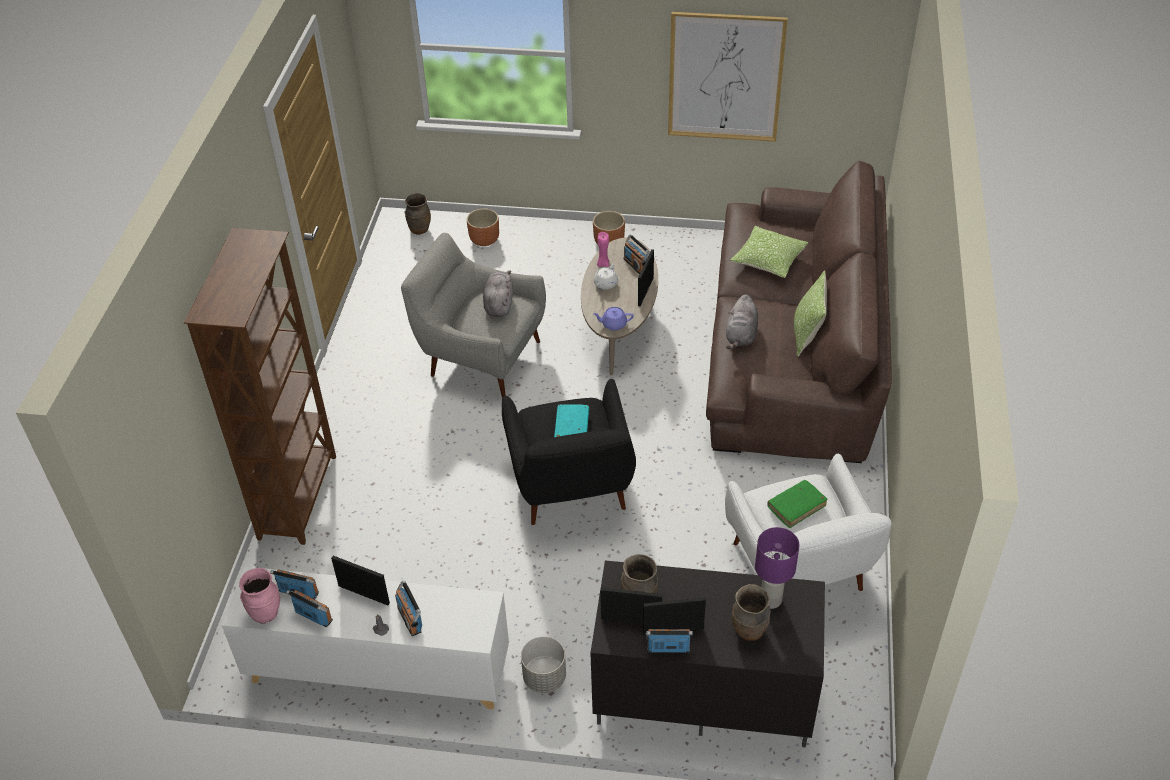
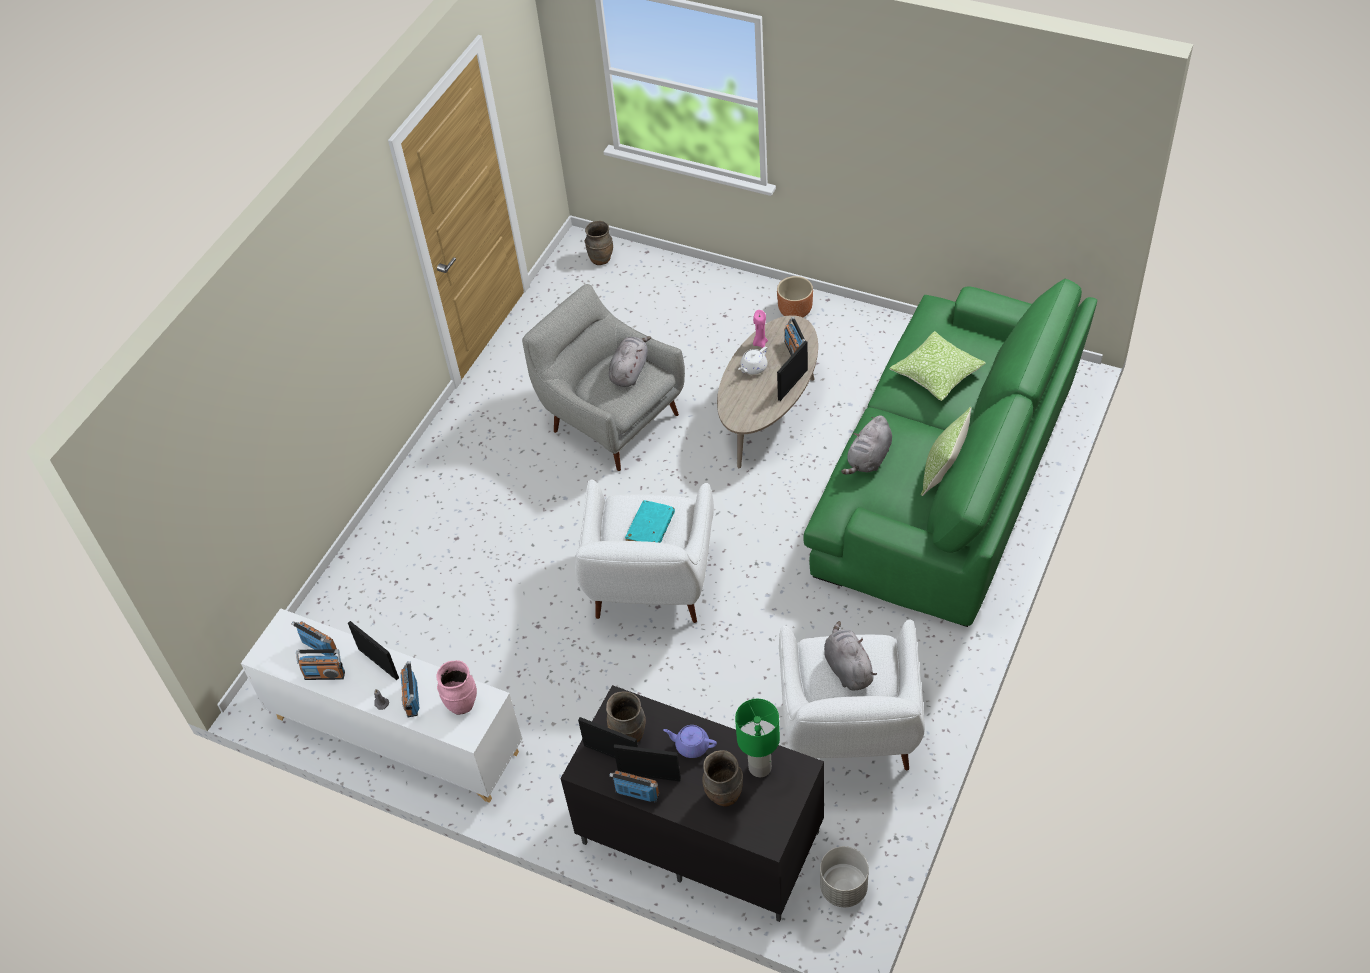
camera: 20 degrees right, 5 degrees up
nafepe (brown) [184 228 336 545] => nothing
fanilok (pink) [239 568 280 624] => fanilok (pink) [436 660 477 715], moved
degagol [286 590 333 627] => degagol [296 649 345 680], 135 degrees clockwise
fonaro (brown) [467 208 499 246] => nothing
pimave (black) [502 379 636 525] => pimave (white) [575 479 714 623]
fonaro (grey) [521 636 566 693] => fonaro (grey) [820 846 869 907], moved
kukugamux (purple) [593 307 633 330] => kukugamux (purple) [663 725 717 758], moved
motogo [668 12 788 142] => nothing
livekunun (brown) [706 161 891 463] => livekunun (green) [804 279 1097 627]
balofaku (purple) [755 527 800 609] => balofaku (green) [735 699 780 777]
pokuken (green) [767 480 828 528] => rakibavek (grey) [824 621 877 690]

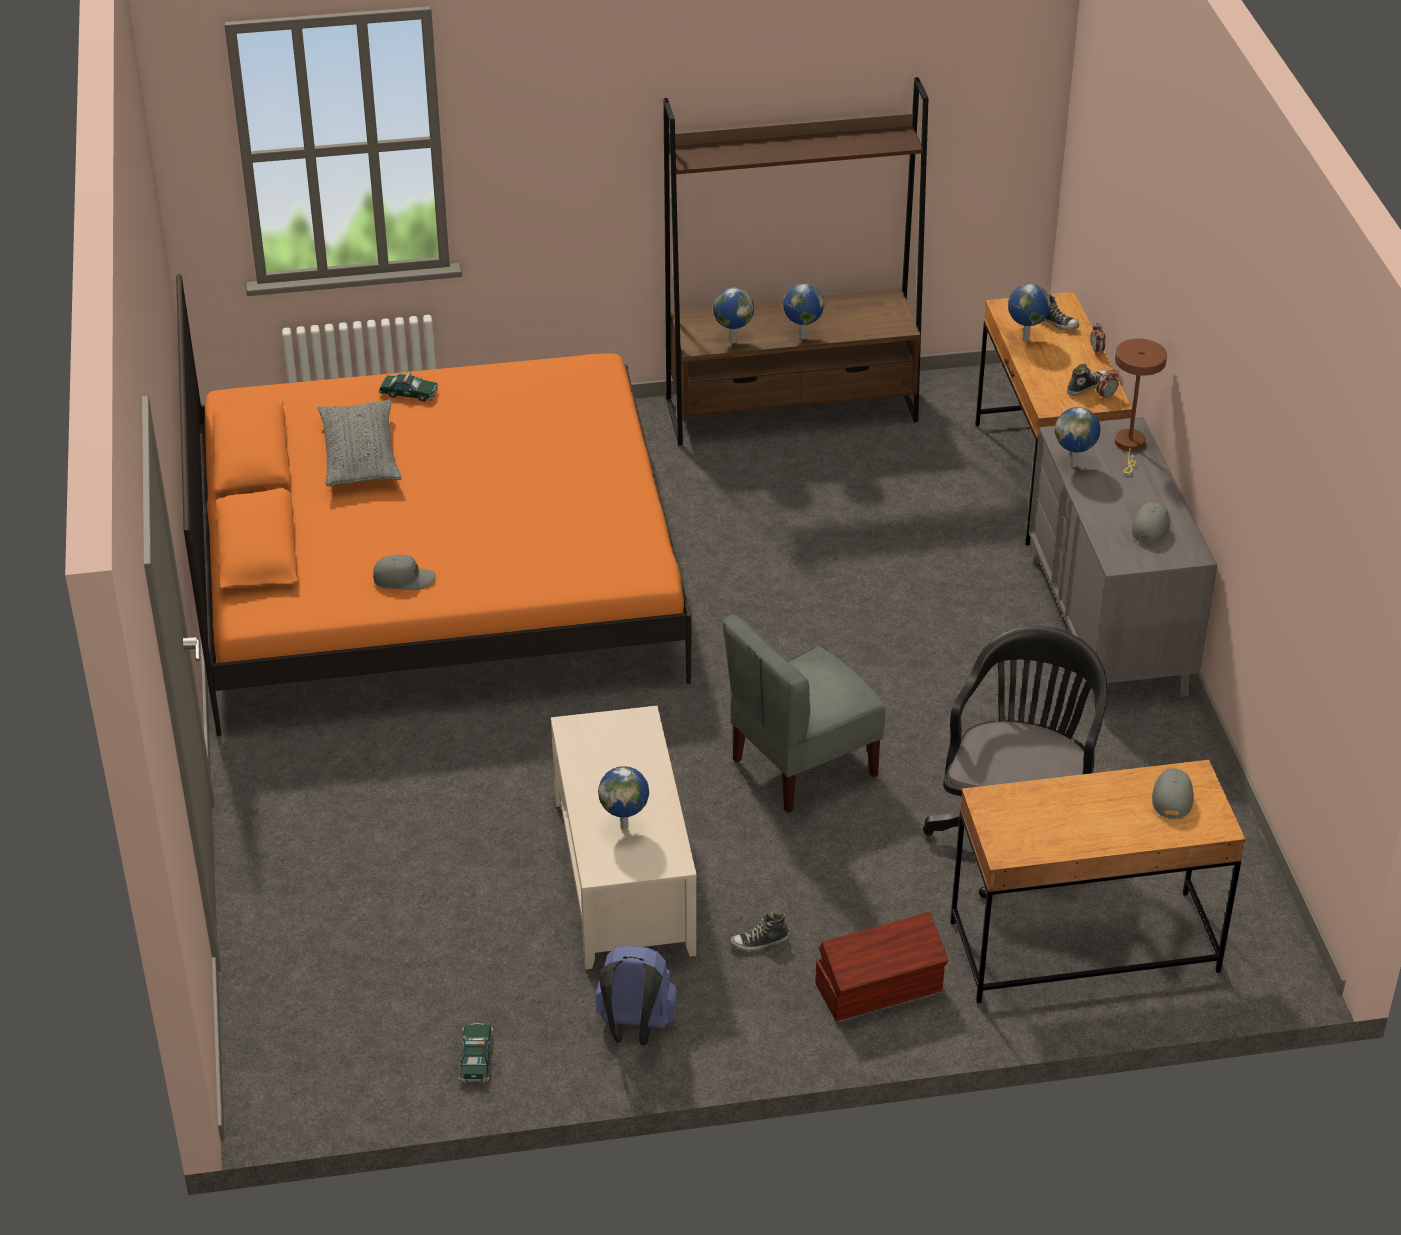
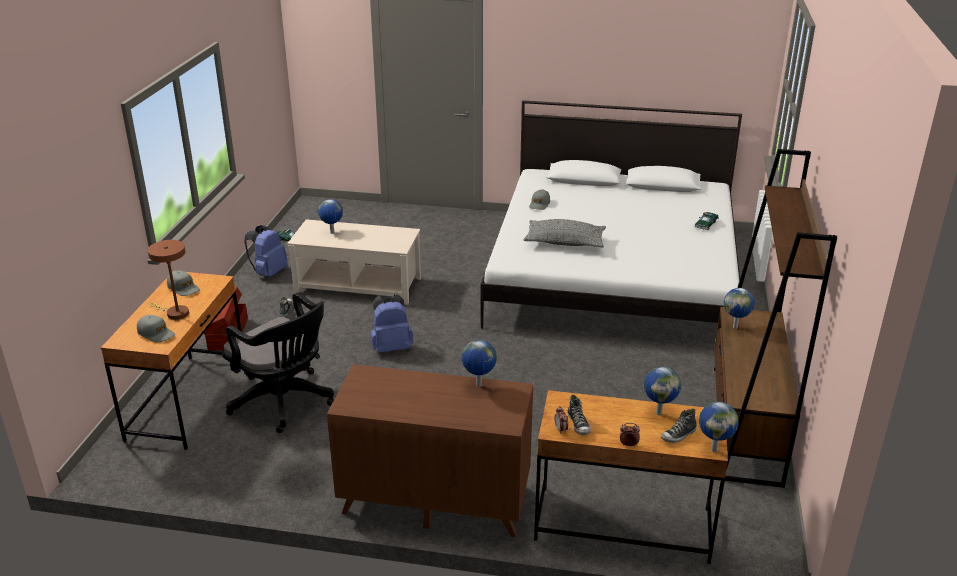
camera: 110 degrees right, 10 degrees down
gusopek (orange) [176 274 691 736] => gusopek (white) [480 100 742 329]
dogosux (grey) [318 399 402 486] => dogosux (grey) [523 219 606 247], moved
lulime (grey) [722 615 885 813] => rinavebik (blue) [371 294 413 353]
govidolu [783 283 824 339] => govidolu [699 402 738 452], moved
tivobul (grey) [1029 417 1217 707] => tivobul (brown) [327 364 533 537]
balofaku (brown) [1115 339 1167 474] => balofaku (brown) [147 240 189 320], moved
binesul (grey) [1132 502 1171 544] => binesul (grey) [167 270 200 296], moved

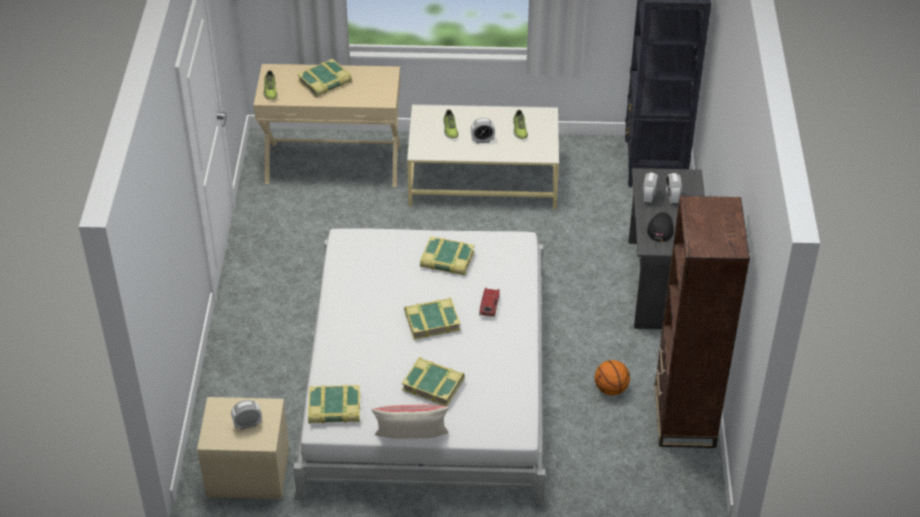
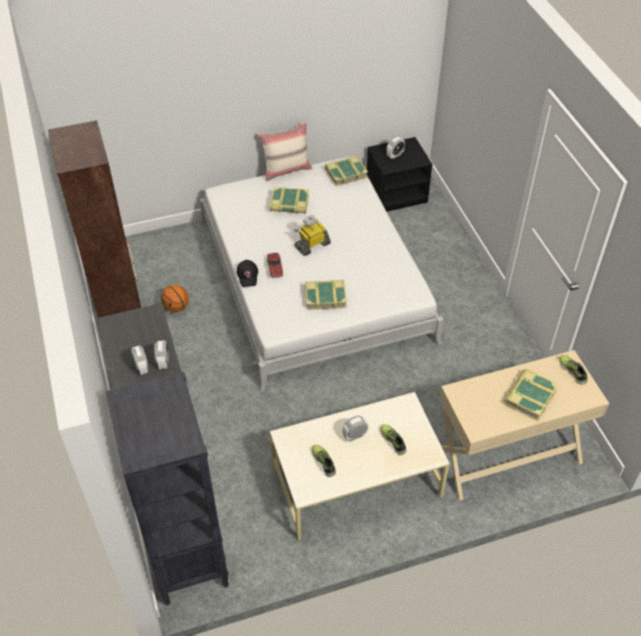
camera: 160 degrees right, 5 degrees up
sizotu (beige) [197 397 289 499] => sizotu (black) [367 137 432 212]
pokuken [404 298 461 340] => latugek [294 215 331 256]
binesul (black) [647 212 674 242] => binesul (black) [237 260 258 287], moved

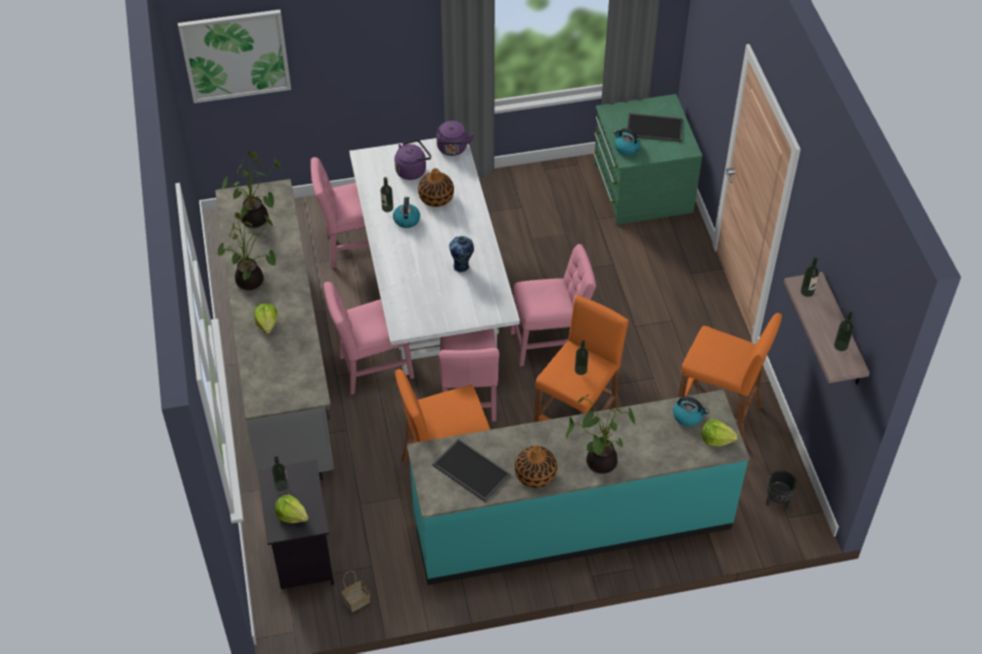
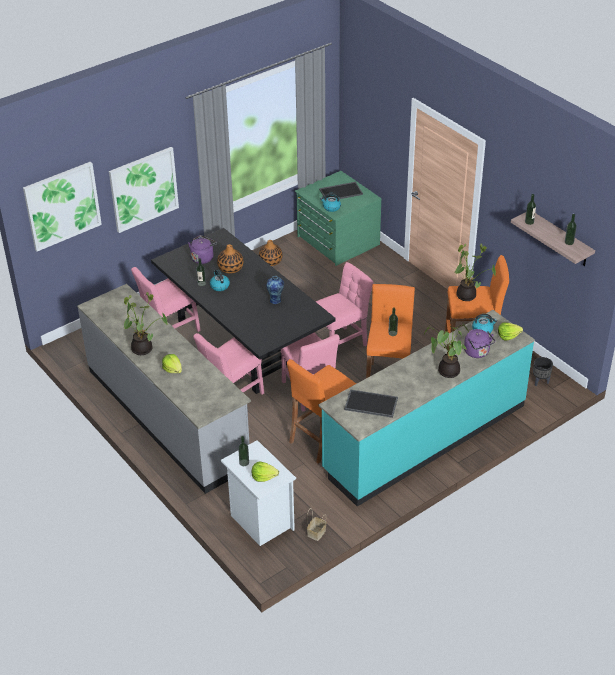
camera: 25 degrees left, 10 degrees down
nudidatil [222 151 282 228] => nudidatil [454 244 496 301], moved
sizotu (black) [257 460 334 589] => sizotu (white) [221 440 296 546]
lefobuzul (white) [349 138 520 375] => lefobuzul (black) [151 228 336 394]
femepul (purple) [436 121 474 156] => femepul (purple) [464 329 495 358], moved
fanilok [515 446 557 488] => fanilok [259 240 283 266], moved
nothing => motogo [109 147 179 233]

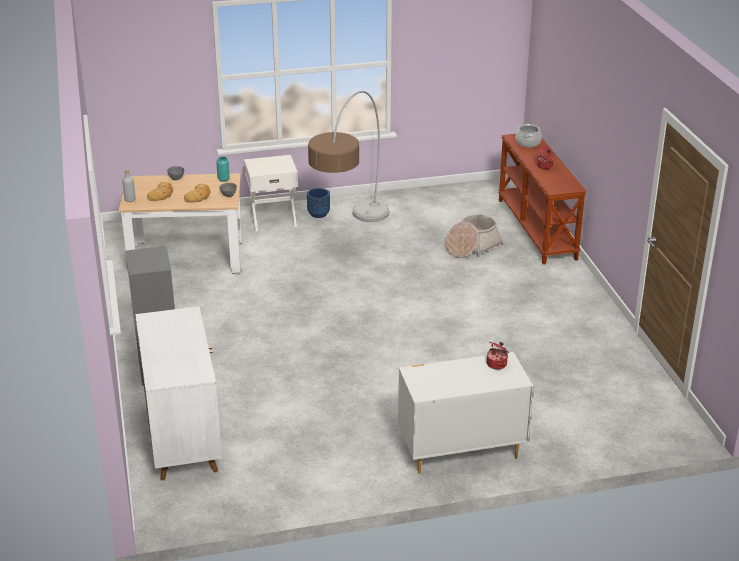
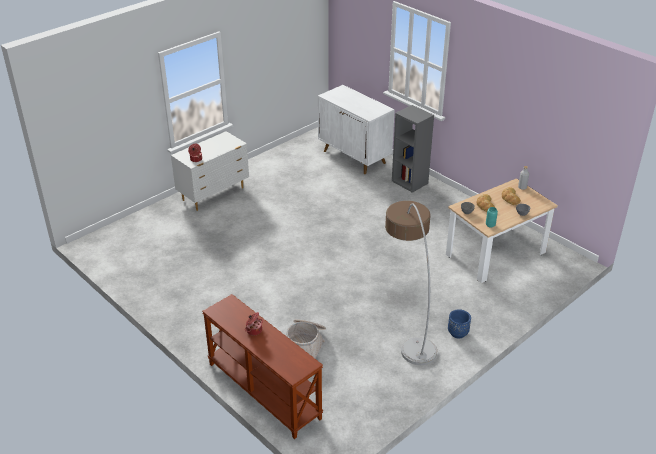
camera: 150 degrees right, 5 degrees up
sizotu (white) [244 155 298 231] => nothing
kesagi [515 124 542 147] => nothing

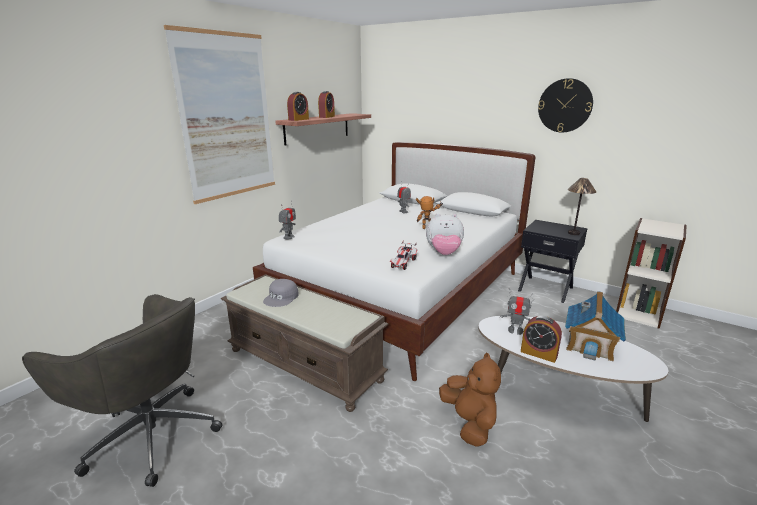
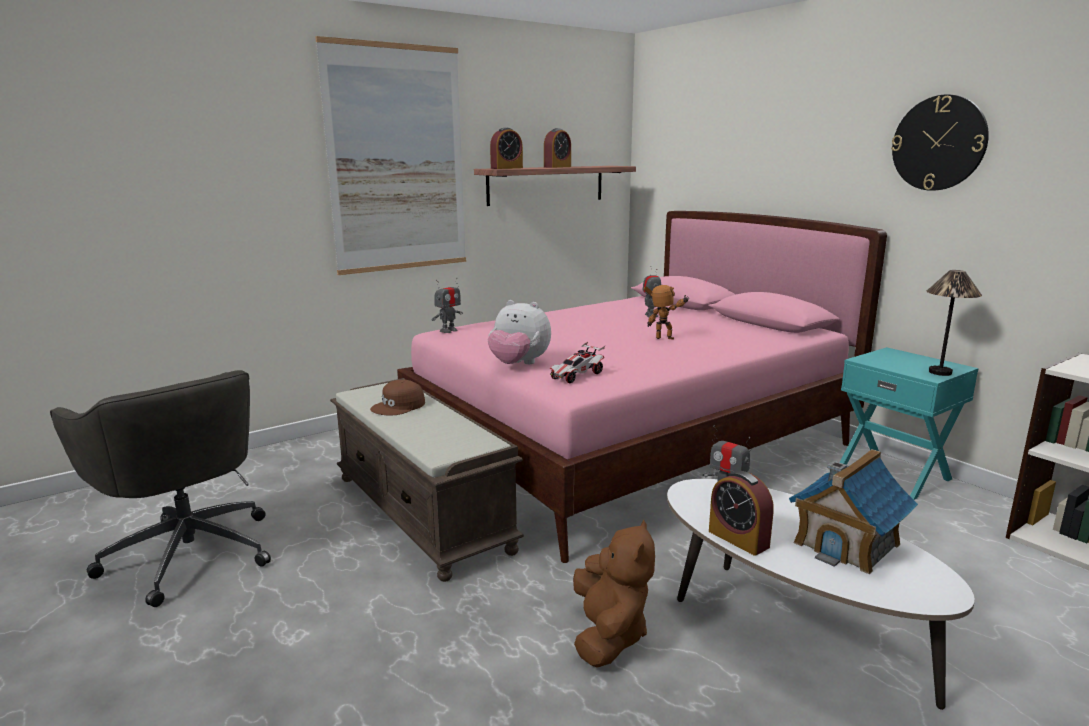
camera: 20 degrees right, 5 degrees down
gusopek (white) [253 142 535 381] => gusopek (pink) [397 211 887 563]
binesul (grey) [263 279 299 307] => binesul (brown) [370 380 425 415]
rakibavek [426 214 464 255] => rakibavek [488 300 551 364], moved
sizotu (black) [518 220 588 303] => sizotu (turquoise) [840 347 979 500]

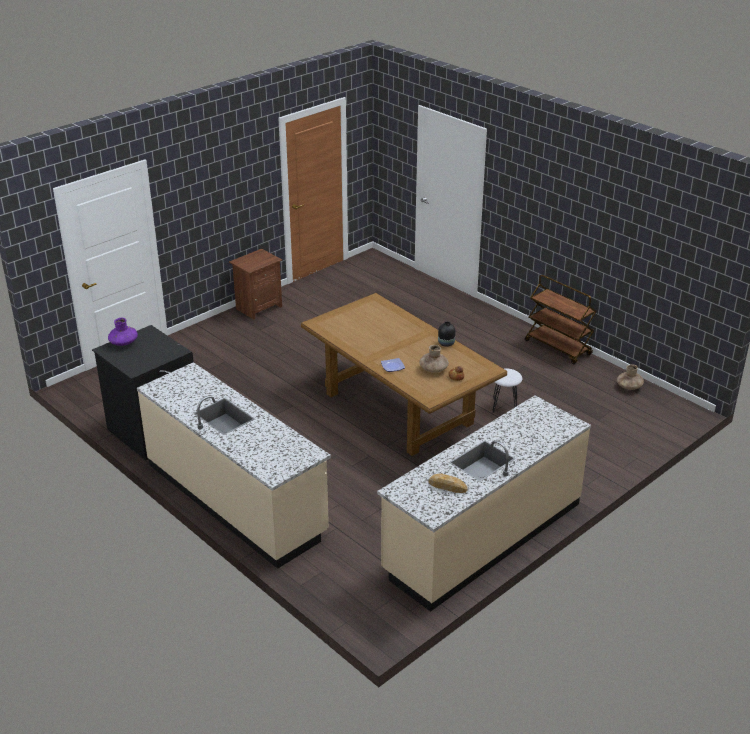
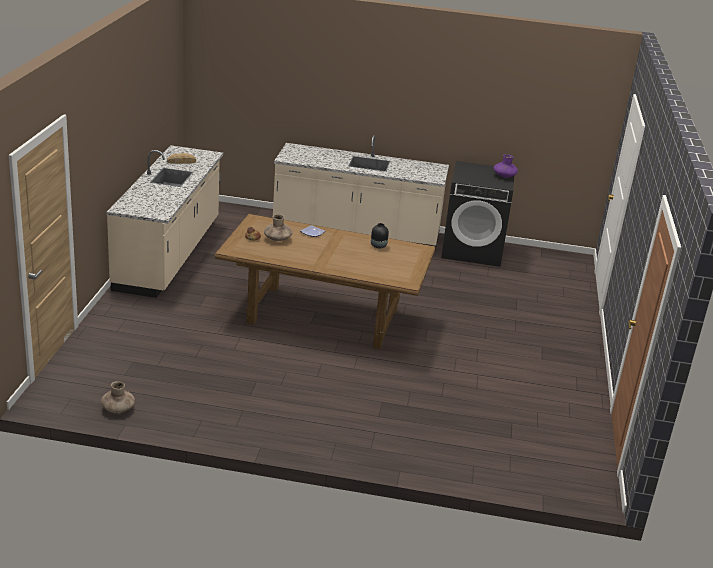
camera: 140 degrees right, 5 degrees down
sizotu (brown) [229 249 282 320] => nothing
fanilok (black) [438 321 456 347] => fanilok (black) [371 223 389 248], moved
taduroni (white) [492 368 522 412] => nothing
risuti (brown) [525 275 597 364] => nothing

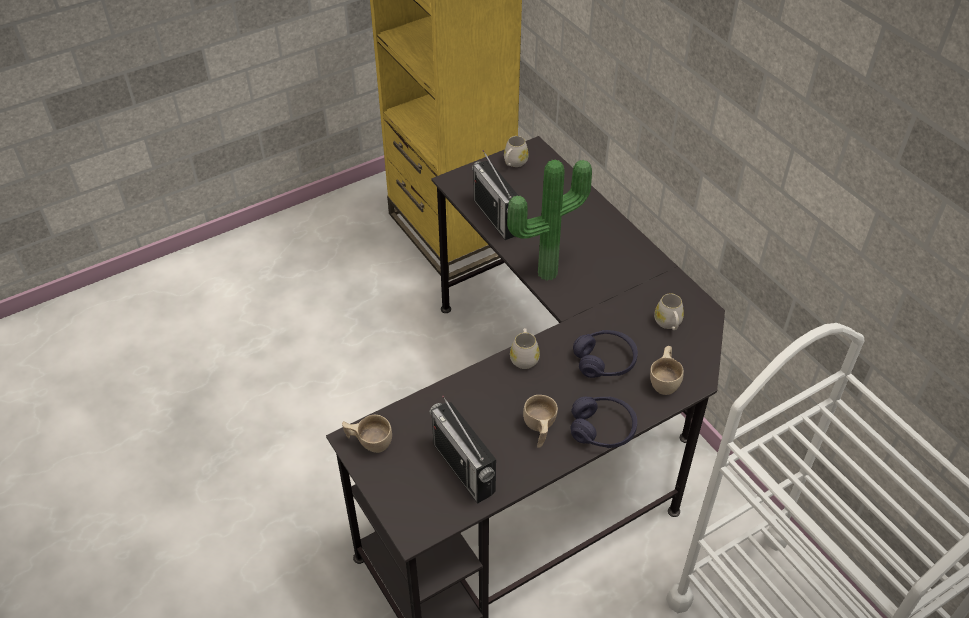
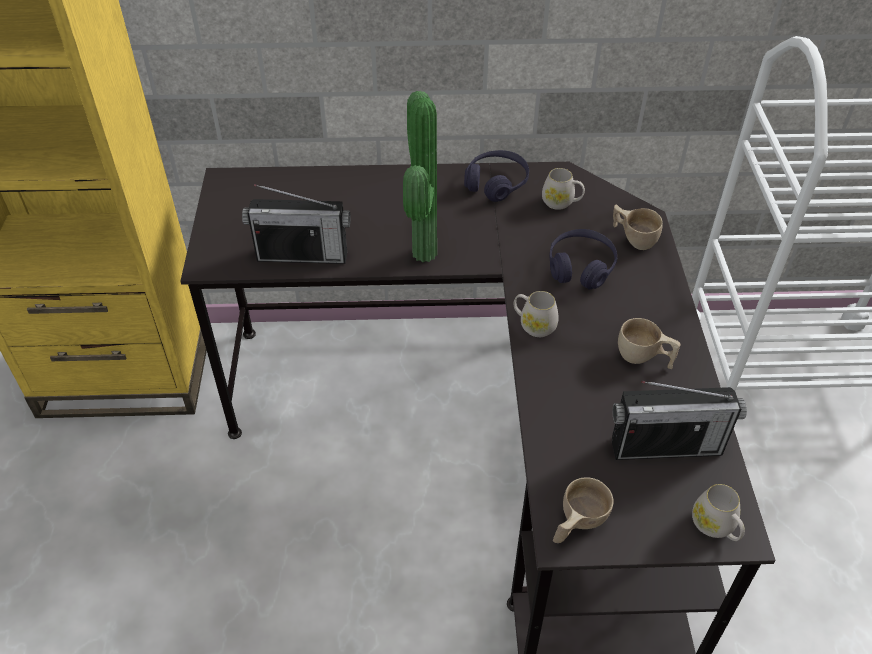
camera: 60 degrees left, 0 degrees up
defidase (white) [504 136 529 167] => defidase (white) [692 484 745 541], moved
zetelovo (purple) [570 396 637 448] => zetelovo (purple) [464 150 529 202], moved

